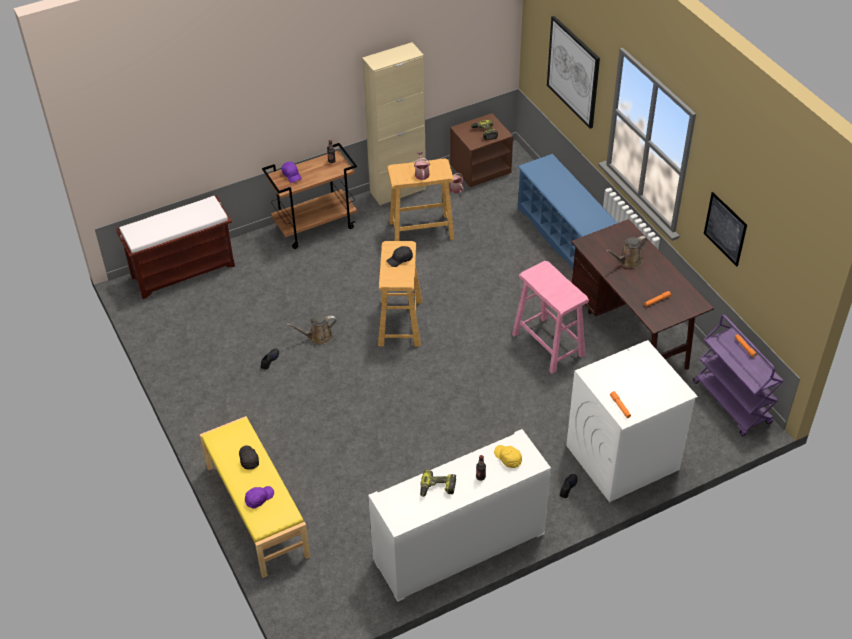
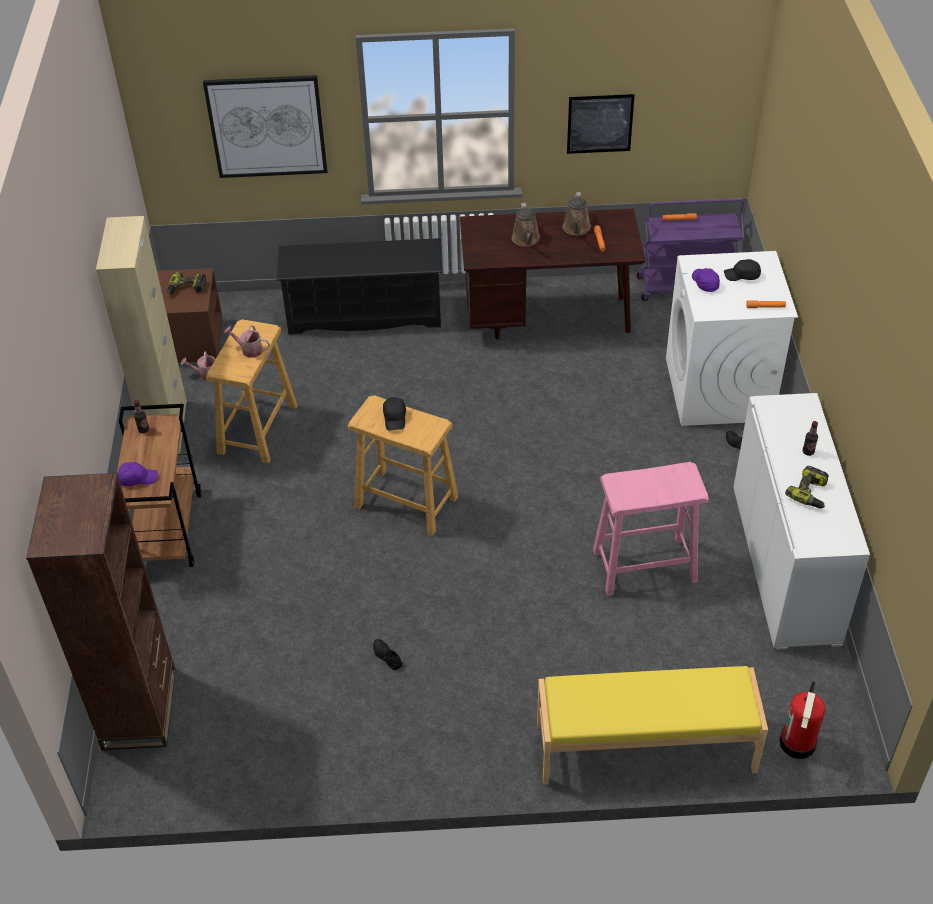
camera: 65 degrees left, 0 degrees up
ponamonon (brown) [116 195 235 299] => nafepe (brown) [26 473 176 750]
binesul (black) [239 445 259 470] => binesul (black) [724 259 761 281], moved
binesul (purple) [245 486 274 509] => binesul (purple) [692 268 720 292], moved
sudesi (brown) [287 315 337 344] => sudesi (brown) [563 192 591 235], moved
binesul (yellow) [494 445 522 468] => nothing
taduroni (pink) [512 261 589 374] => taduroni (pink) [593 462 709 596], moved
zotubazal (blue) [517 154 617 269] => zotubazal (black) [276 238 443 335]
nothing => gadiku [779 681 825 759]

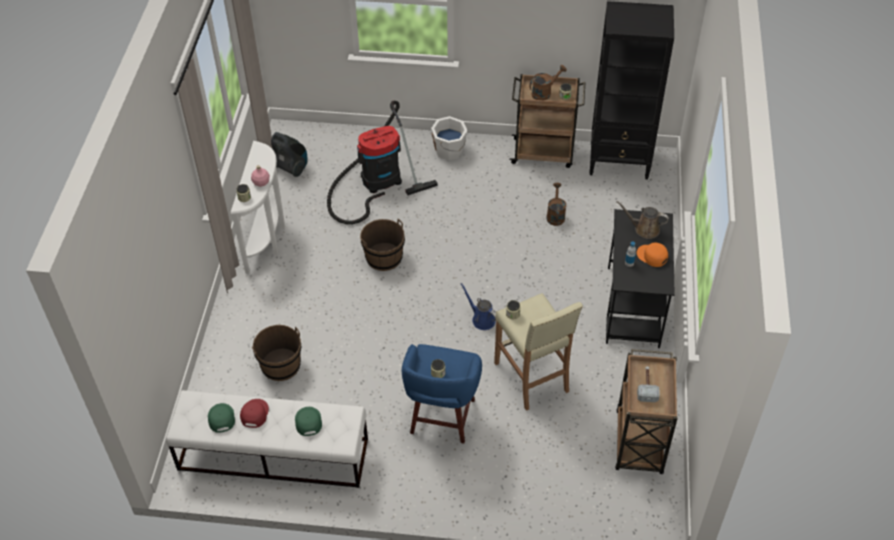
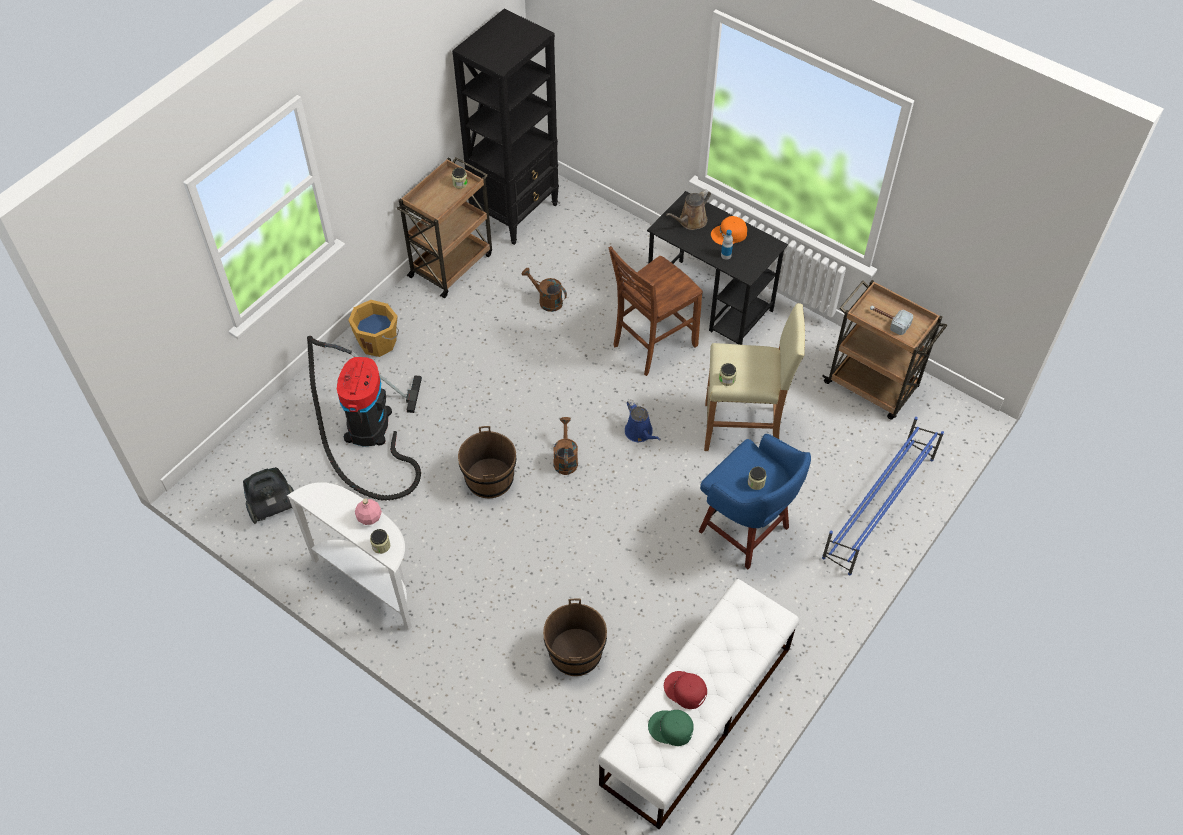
camera: 60 degrees left, 5 degrees up
binesul (green) [295 407 322 436] => nothing
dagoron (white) [431 116 467 161] => dagoron (orange) [348 300 399 357]
sudesi (blue) [461 283 496 330] => sudesi (blue) [625 400 661 442], 105 degrees counterclockwise
sudesi (brown) [529 65 567 100] => sudesi (brown) [554 417 578 475], moved
nothing => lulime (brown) [609 246 703 376]
nothing => zotubazal (blue) [822 417 944 575]

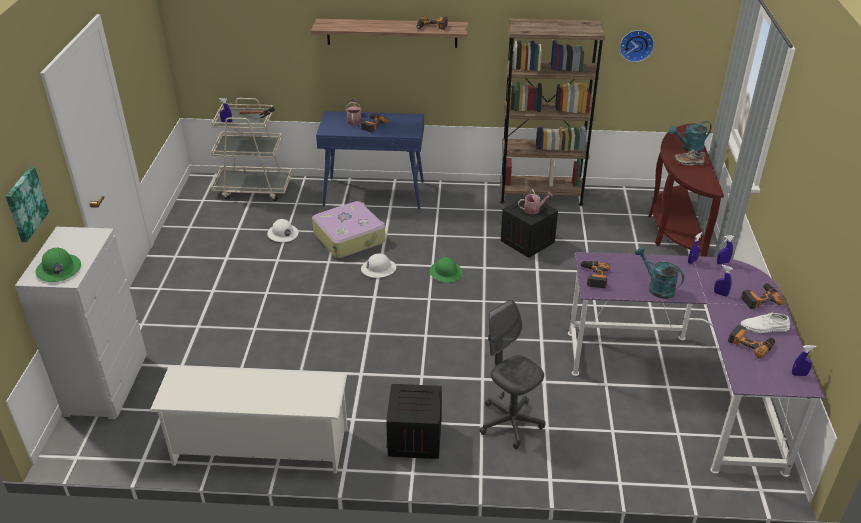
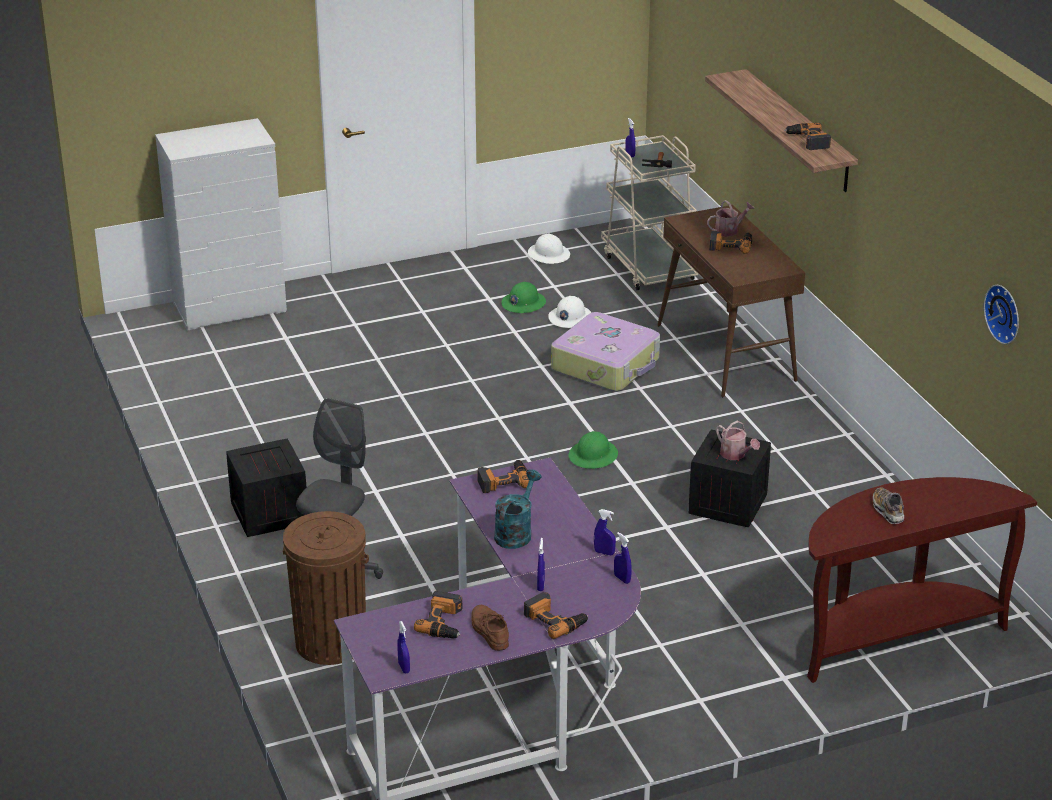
camera: 65 degrees right, 5 degrees down
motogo [6 167 49 242] => nothing
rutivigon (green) [36 247 81 282] => rutivigon (green) [502 282 546 313], moved
zotubazal (white) [150 366 348 474] => nothing
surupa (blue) [316 111 424 210] => surupa (brown) [657 205 805 397]
rutivigon (white) [361 254 396 278] => rutivigon (white) [528 234 570 264], moved
nafepe (brown) [500 18 605 206] => nothing
sudesi (turquoise) [669 121 712 153] => nothing
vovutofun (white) [740 313 790 333] => vovutofun (brown) [471 605 509 651]
nothing => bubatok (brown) [283 511 369 665]

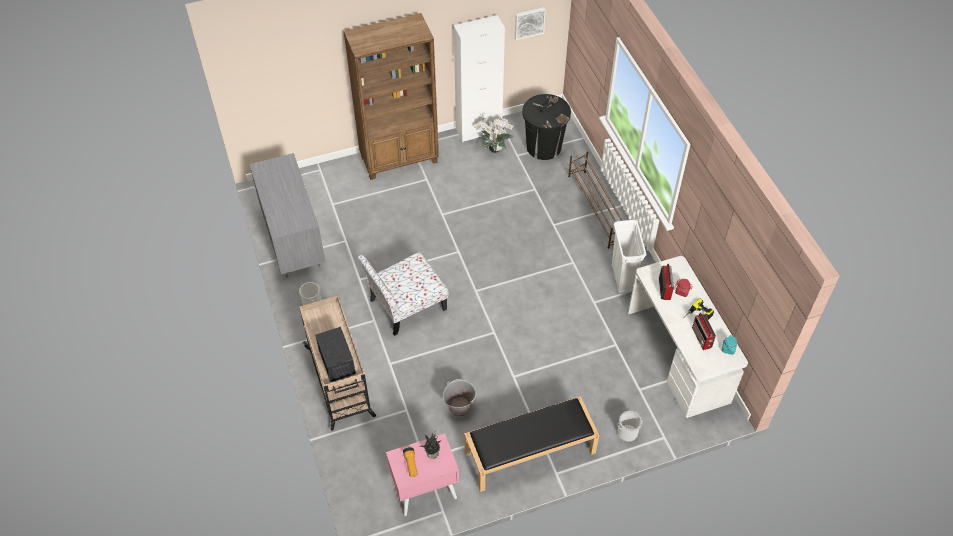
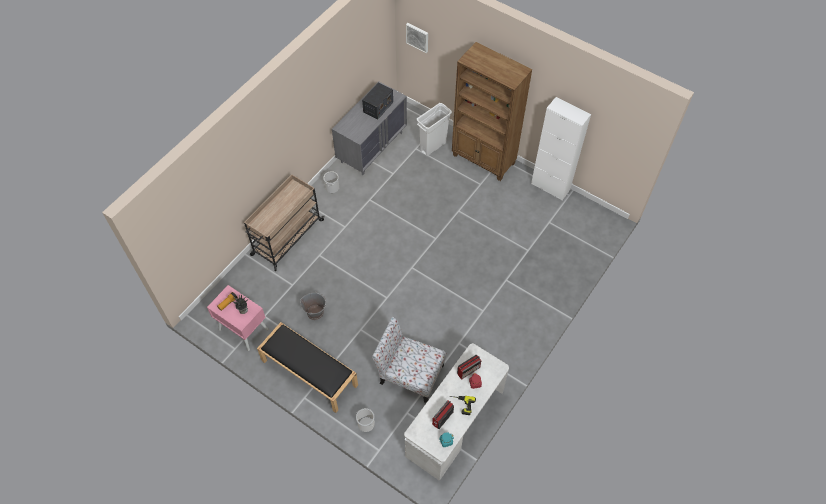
camera: 55 degrees right, 5 degrees up
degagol [316 327 356 382] => degagol [362 82 393 120], moved
lulime [358 252 448 336] => lulime [372 317 446 403], moved
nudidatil [474 116 514 153] => nothing
motogo [515 7 546 40] => motogo [406 23 428 53], moved
bubatok (black) [522 94 571 160] => nothing
zotubazal (brown) [568 151 623 249] => nothing
bubatok (white) [612 220 647 293] => bubatok (white) [417 103 452 156], moved

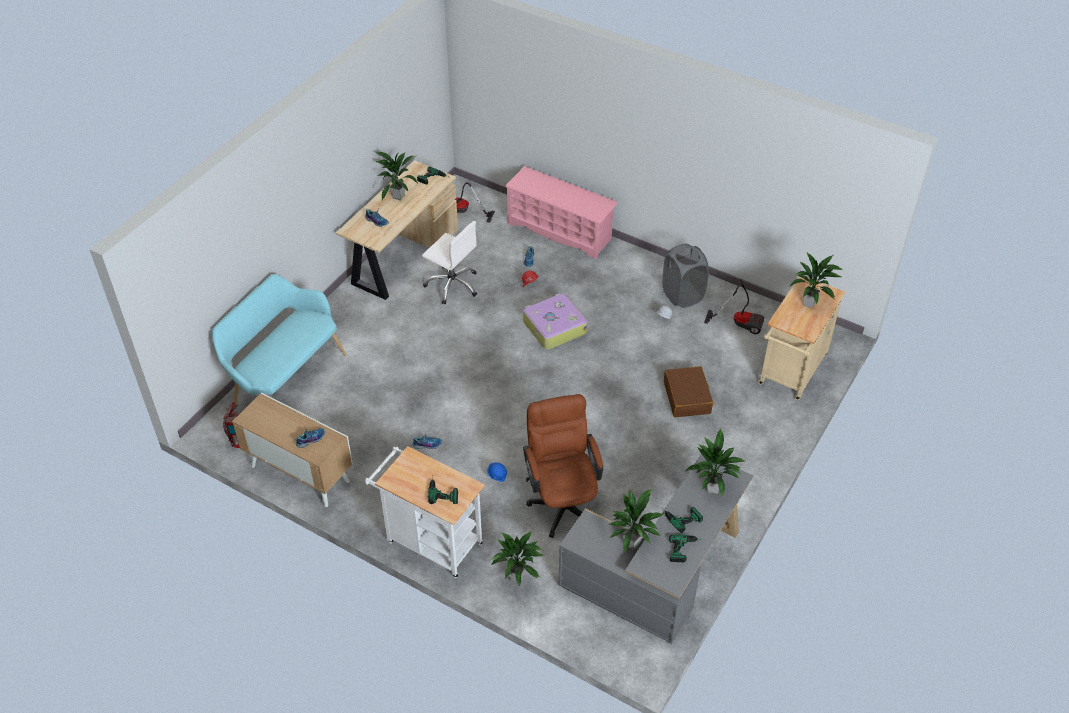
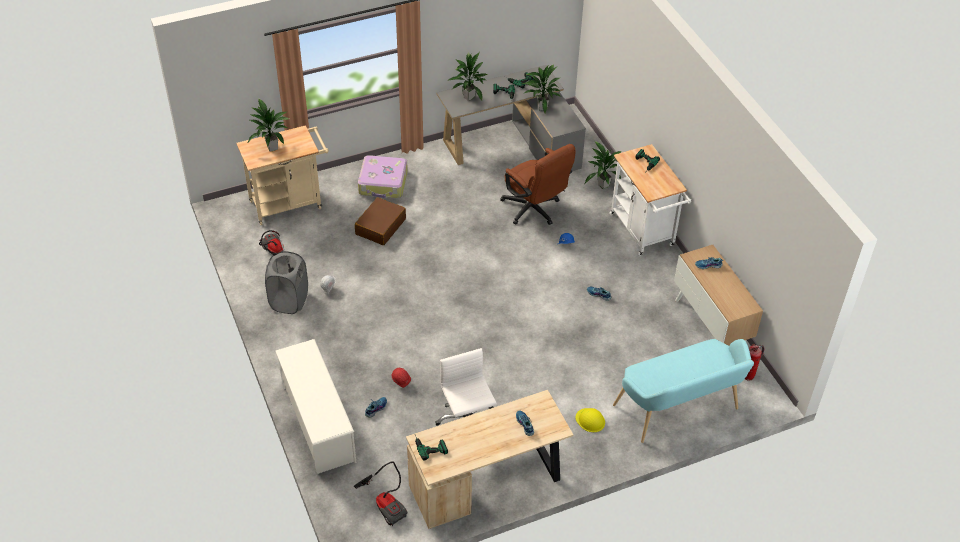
camera: 145 degrees left, 0 degrees up
nudidatil [375 152 418 200] => nothing
zotubazal (pink) [505 166 618 259] => zotubazal (white) [275 339 356 474]
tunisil [523 293 587 350] => tunisil [358 155 408 198], moved
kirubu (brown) [523 394 603 538] => kirubu (brown) [500 144 576 225], 60 degrees counterclockwise
nothing => rutivigon (yellow) [575 408 605 432]

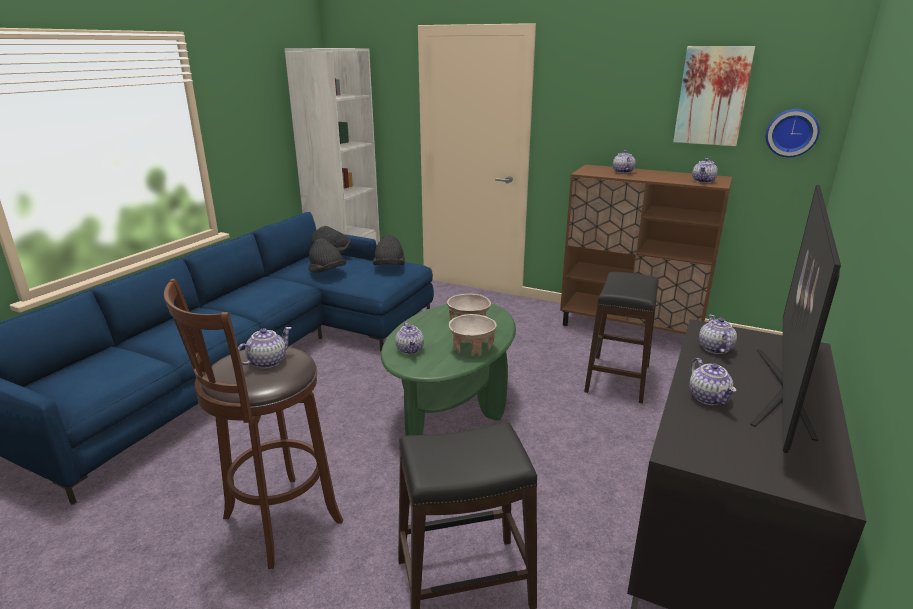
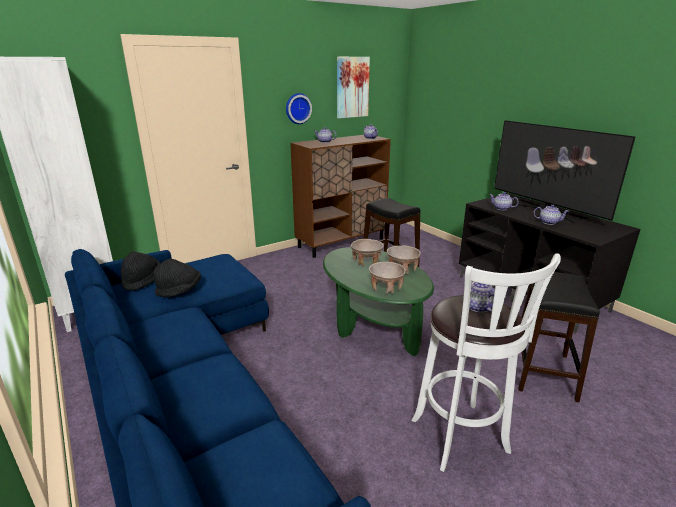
camera: 60 degrees left, 0 degrees up
taduroni (brown) [164 279 343 569] => taduroni (white) [411 253 561 472]
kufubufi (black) [373 234 405 265] => nothing
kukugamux [395 322 424 354] => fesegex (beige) [369 262 406 294]
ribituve [766 109 820 157] => ribituve [286 93 312 124], moved

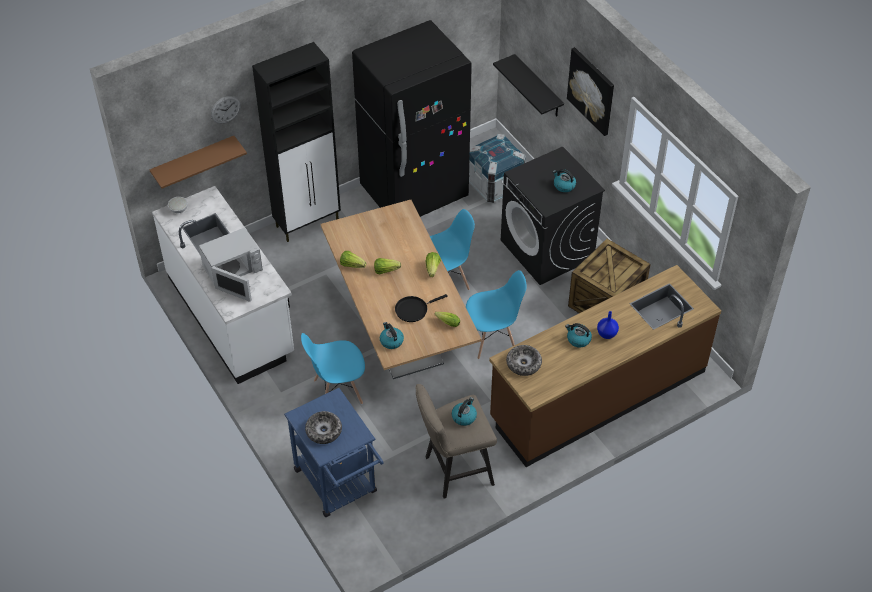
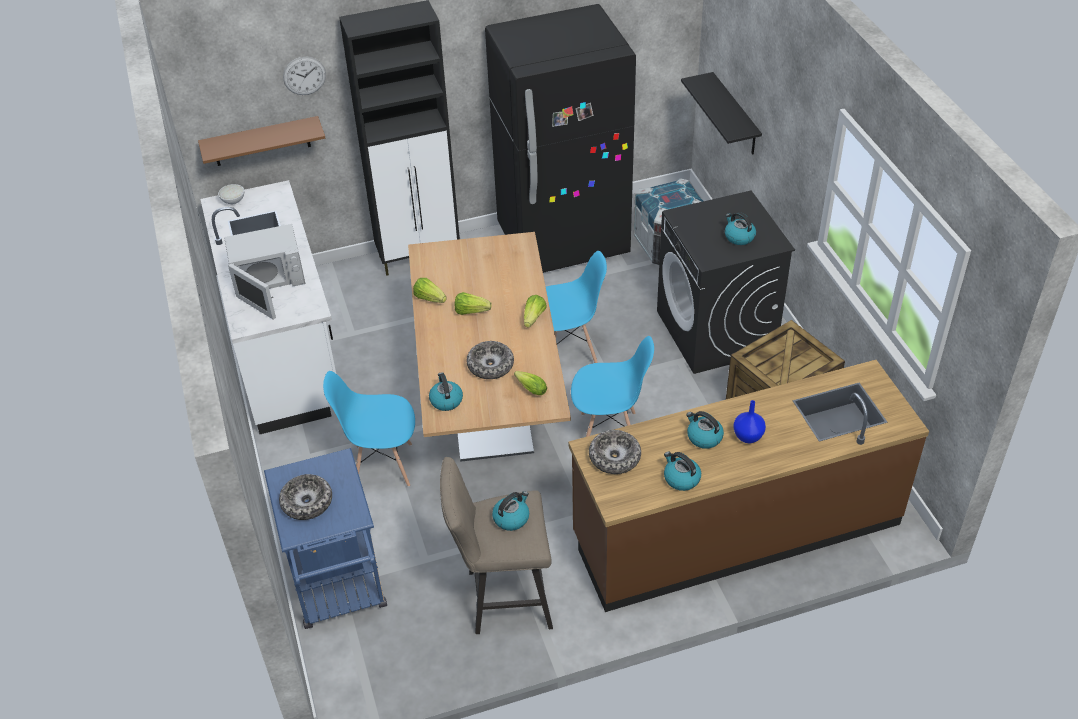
camera: 15 degrees right, 5 degrees down
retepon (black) [395 294 448 322] => fesegex [467 341 514 379]
motogo [567 47 614 136] => nothing
nothing => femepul [664 451 701 491]

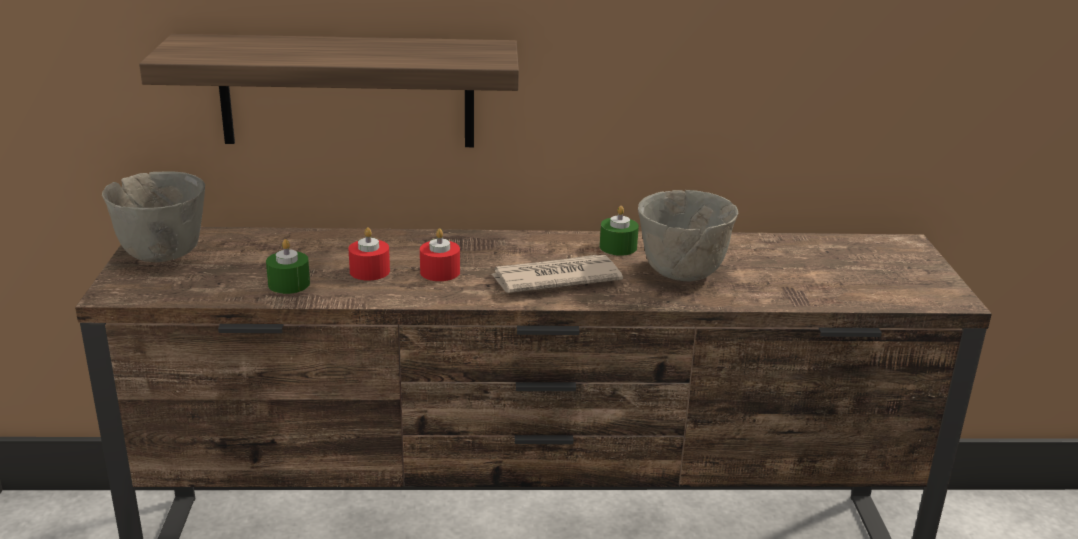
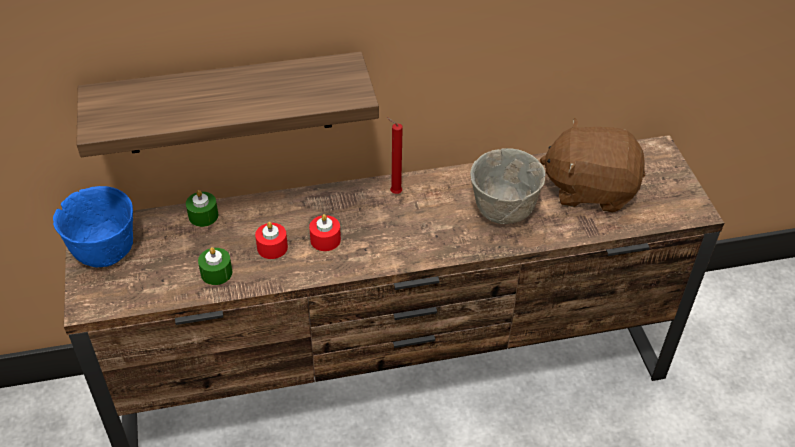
camera: 10 degrees left, 20 degrees up
fesegex (grey) [102 171 205 262] => fesegex (blue) [53 186 133 267]
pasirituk [491 255 623 293] => nothing
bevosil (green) [600 206 639 256] => bevosil (green) [186 190 218 227], moved
nothing => bevosil (red) [386 117 403 194]
nothing => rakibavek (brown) [540 118 645 213]

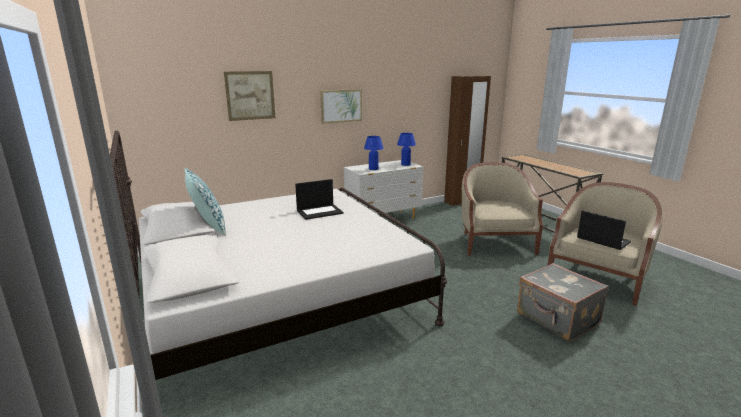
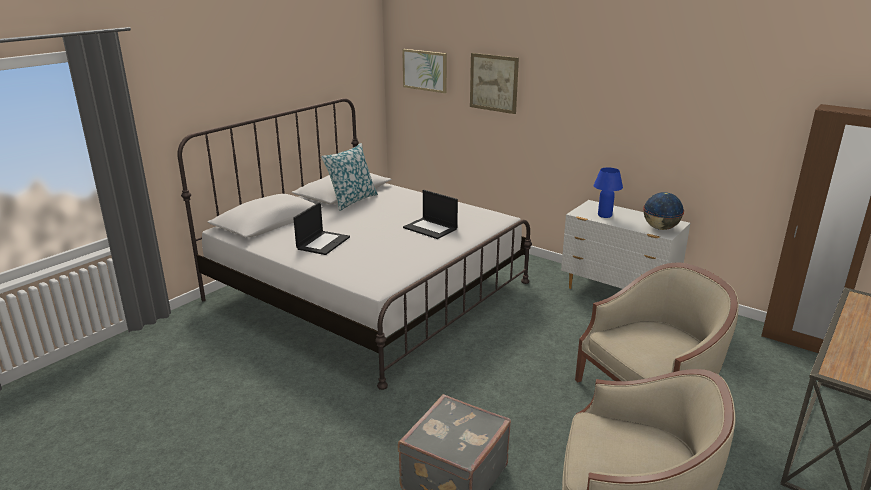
camera: 65 degrees right, 5 degrees up
motogo [320 89 362 124] => motogo [402 49 447 93], moved
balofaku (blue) [397 133 416 166] => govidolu [643 192 684 230]
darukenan [577 210 631 250] => darukenan [293 202 350 255], moved

